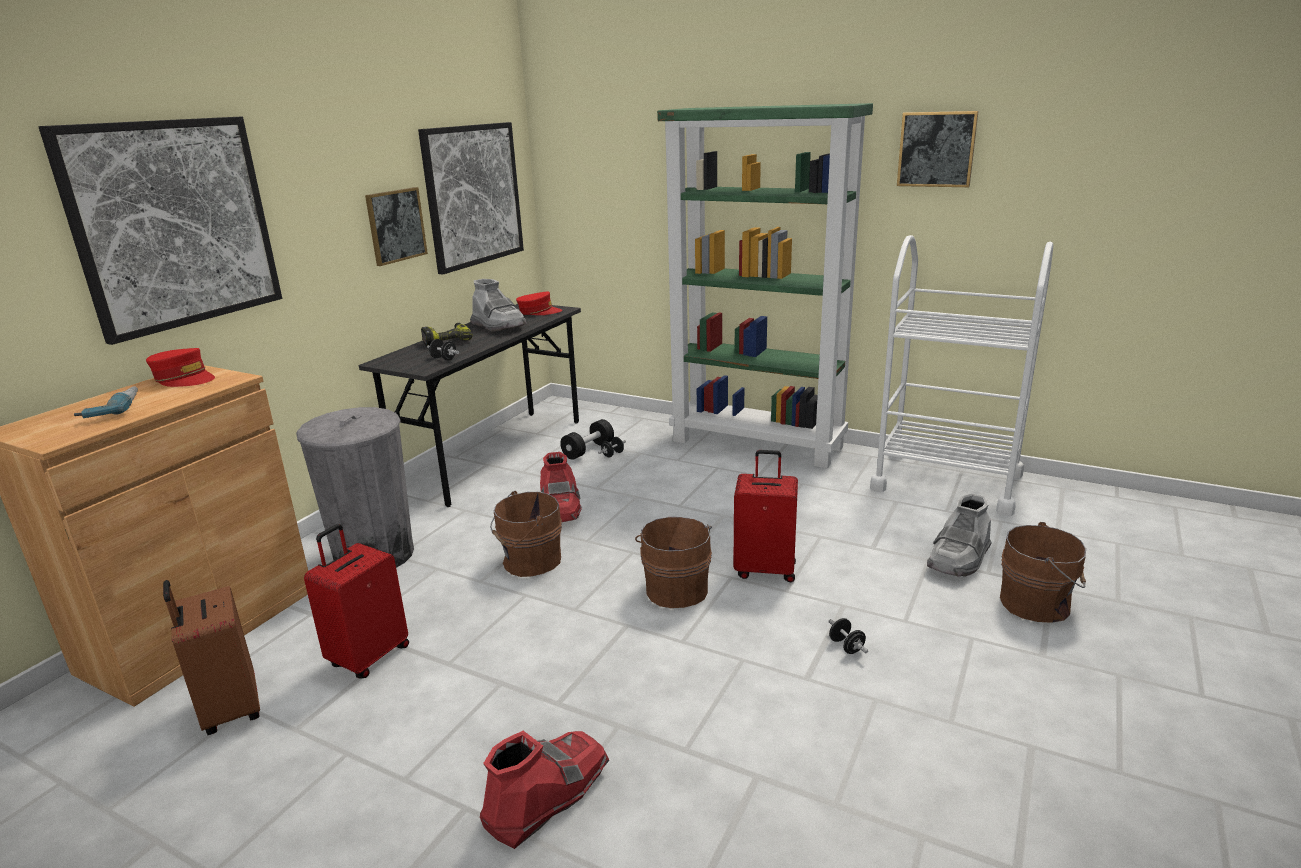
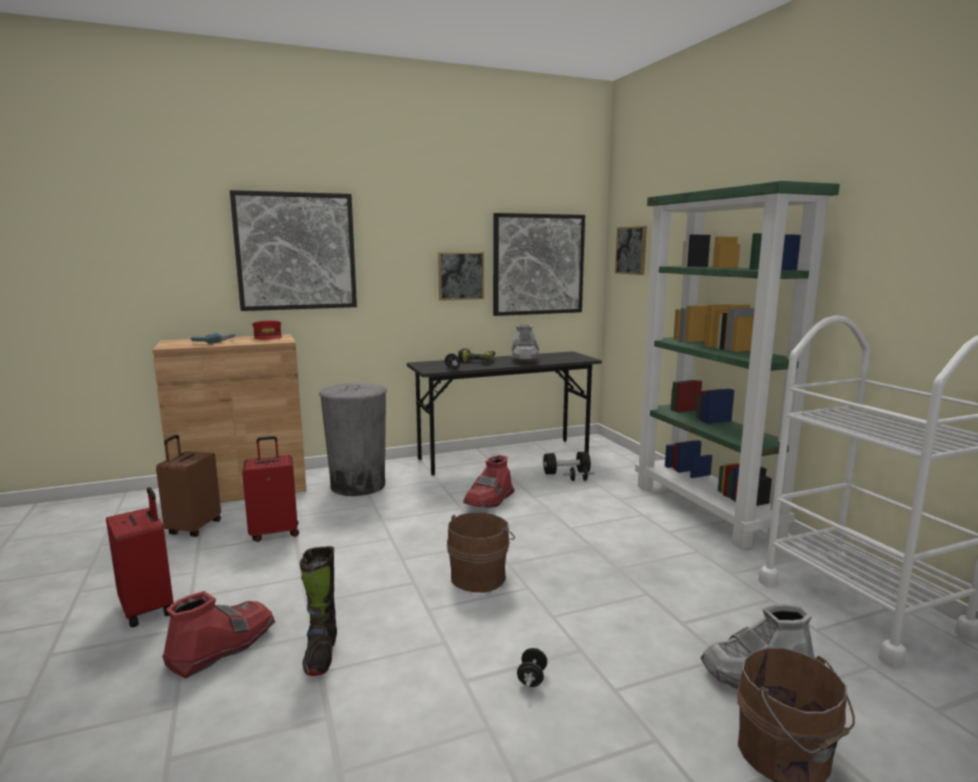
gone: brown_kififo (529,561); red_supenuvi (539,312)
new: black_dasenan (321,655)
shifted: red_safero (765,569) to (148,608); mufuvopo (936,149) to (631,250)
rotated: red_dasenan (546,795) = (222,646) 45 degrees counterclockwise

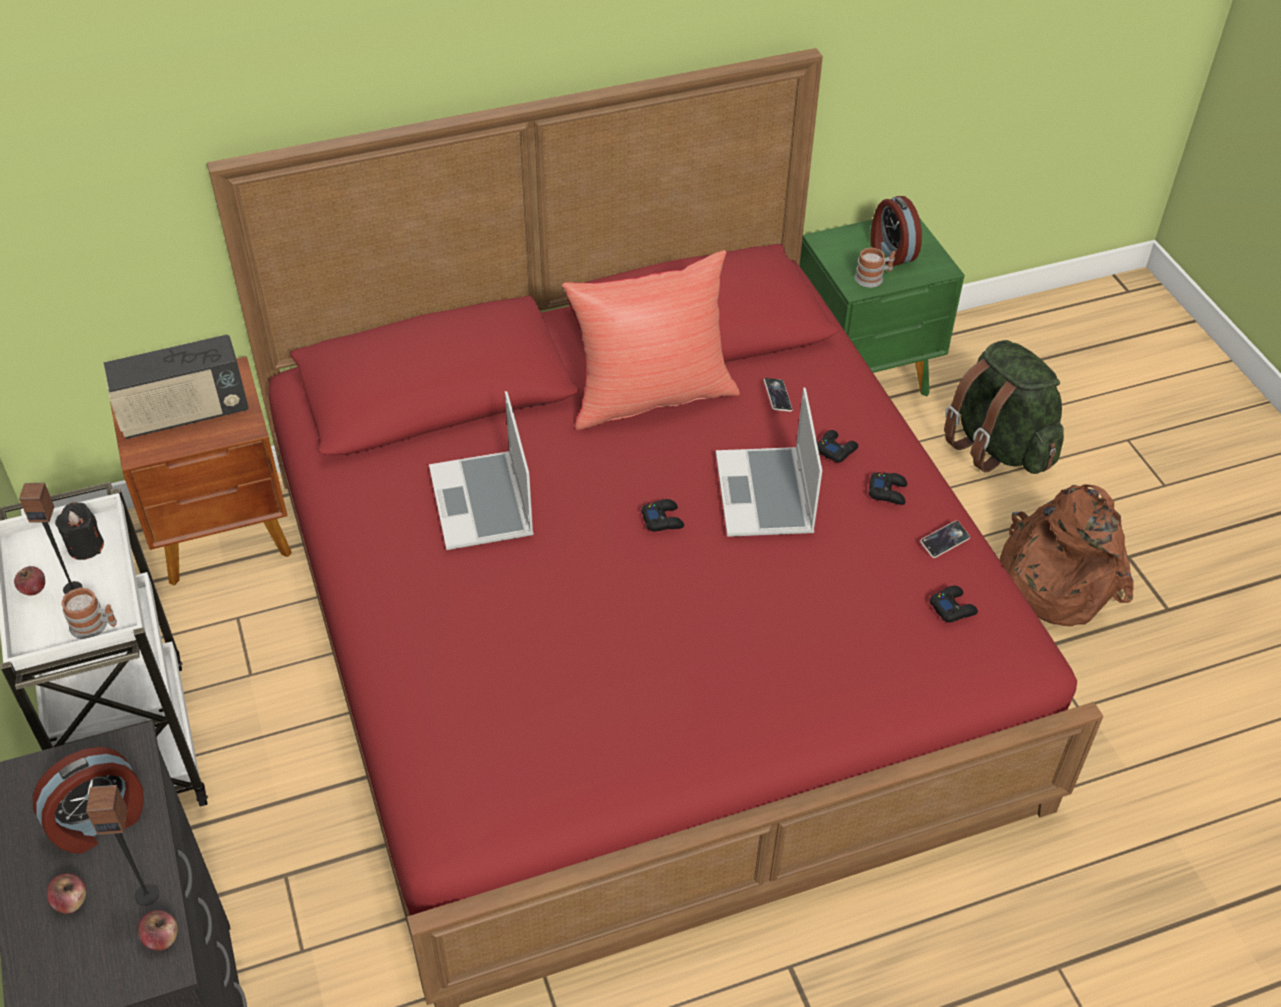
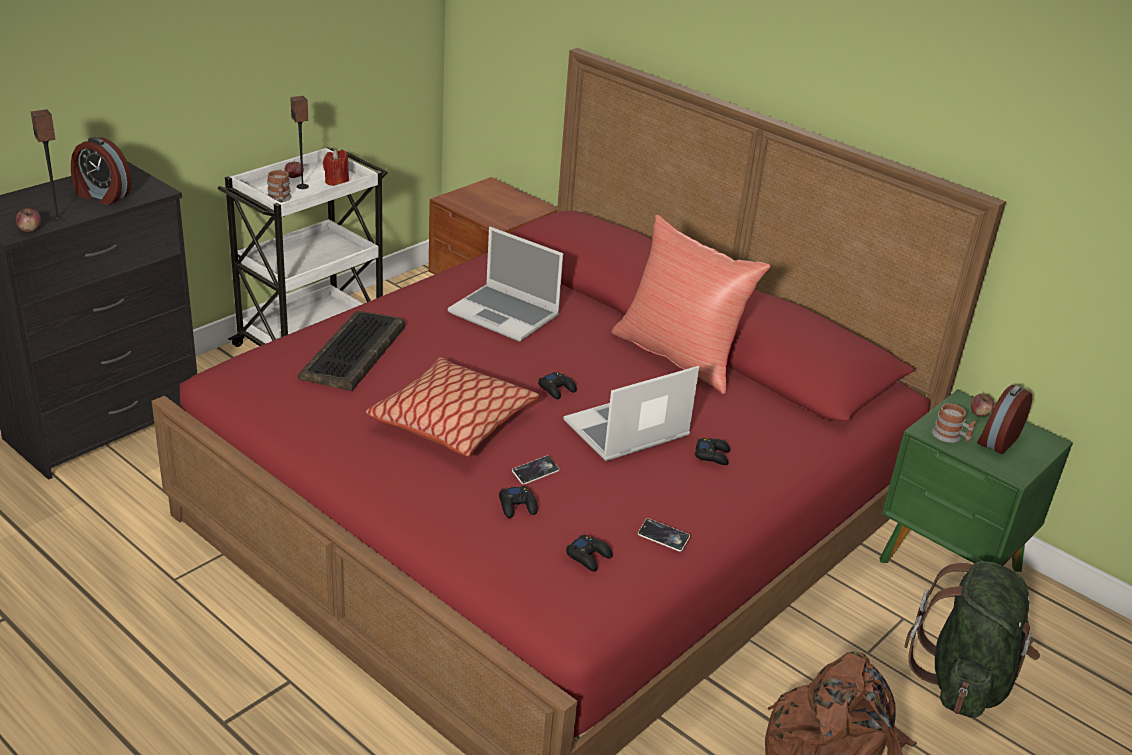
gone: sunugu (184,415)
new: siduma (354,353); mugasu (453,421)
shifted: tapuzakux (71,901) to (979,413); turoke (777,397) to (535,472); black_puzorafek (888,492) to (517,506)
repainted: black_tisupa (85,546) to red_tisupa (336,181)
rotated: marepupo (483,504) = (506,315) 105 degrees counterclockwise

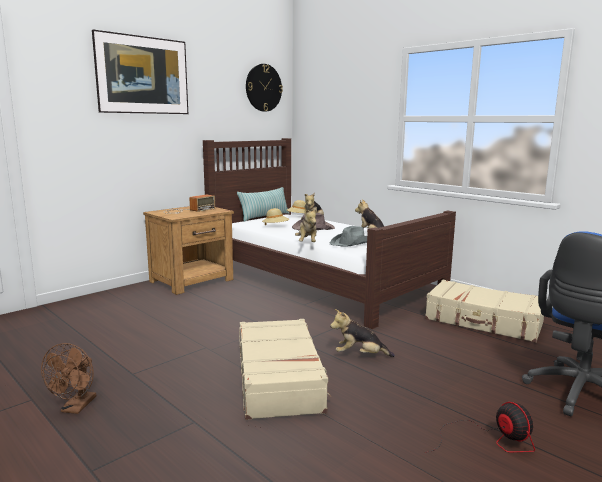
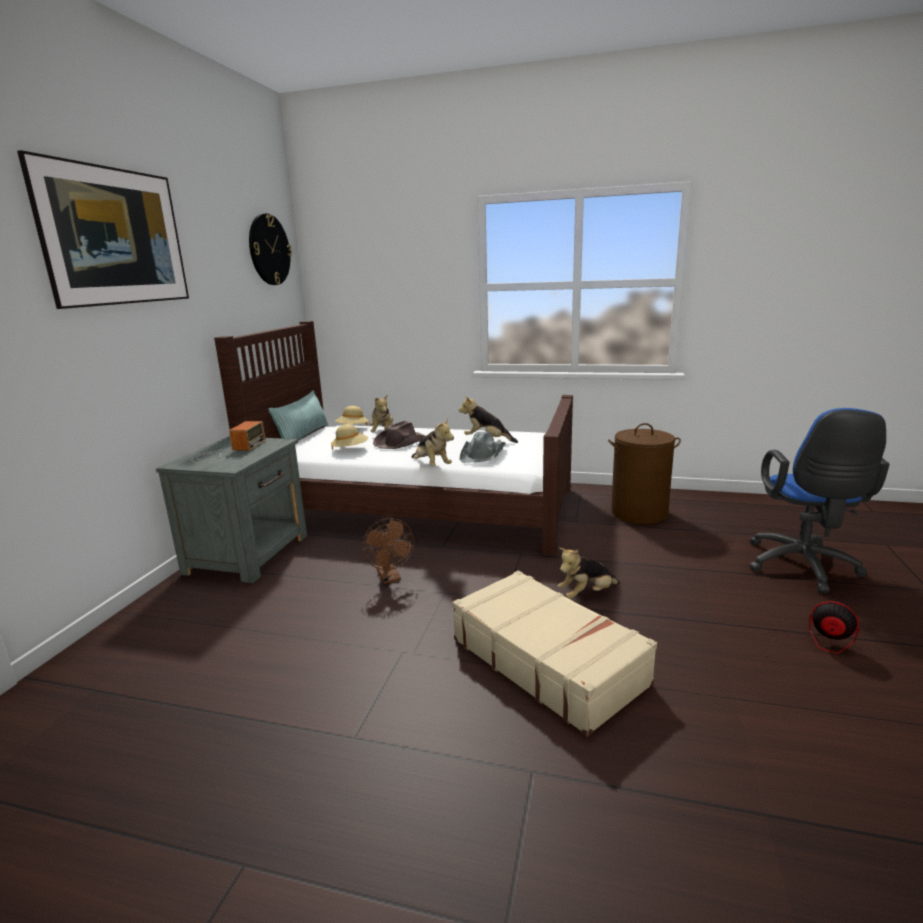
shifted: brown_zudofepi (76,408) to (390,578)
swapped: beige_safero (483,321) to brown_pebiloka (639,513)
repainted: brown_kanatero (193,281) to grey_kanatero (250,553)

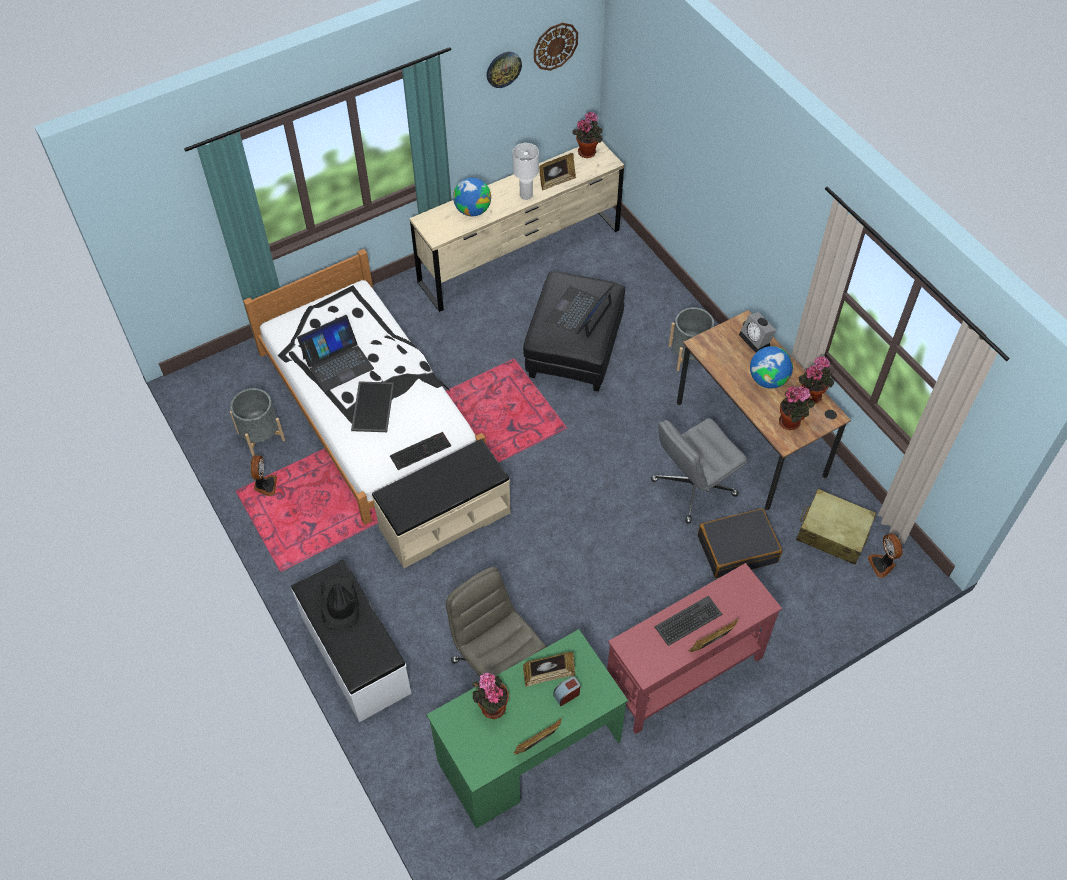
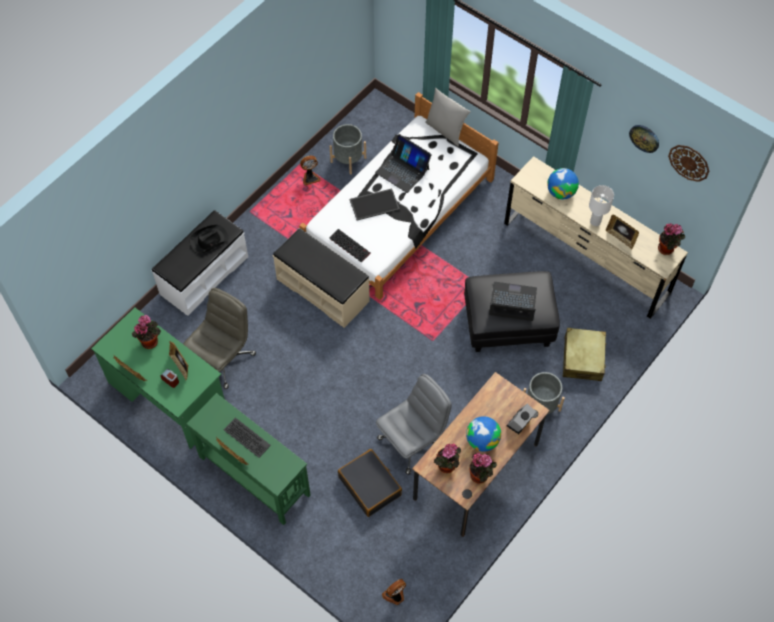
new: grey_mugasu (446,130)
shifted: beige_safero (833,533) to (583,358)
repainted: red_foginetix (683,673) to green_foginetix (254,475)
rotated: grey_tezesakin (693,488) = (412,441) 105 degrees clockwise

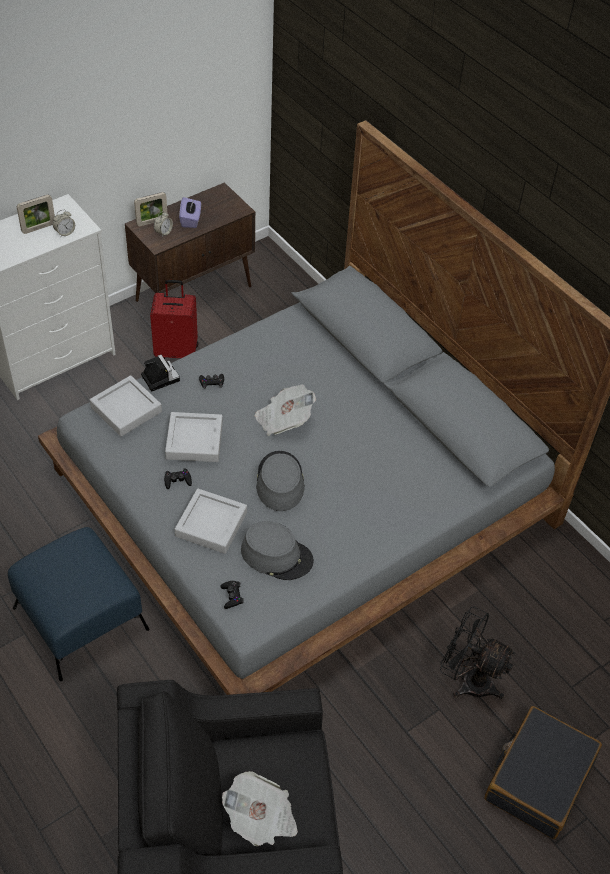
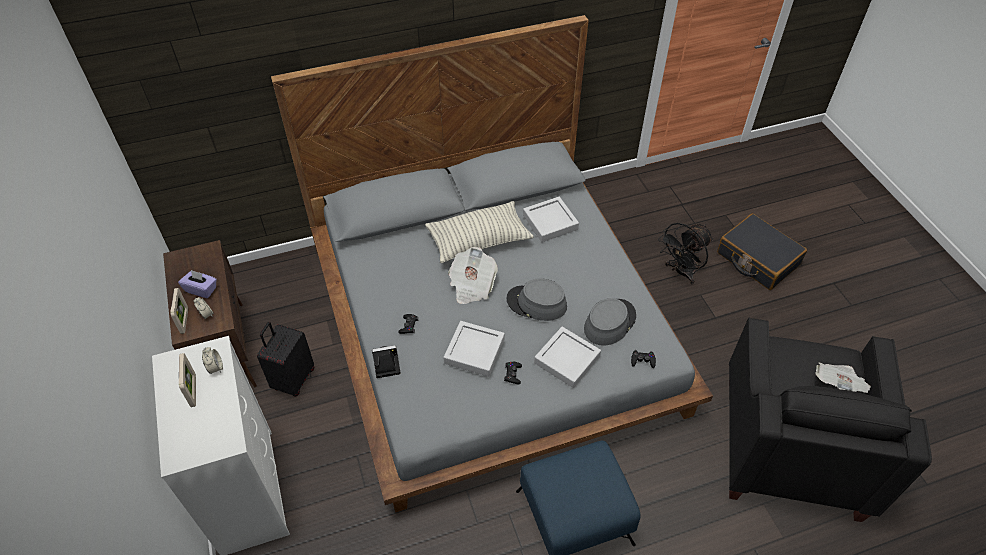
new: mugasu (479,240)
shifted: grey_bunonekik (126,409) to (550,222)
repainted: red_safero (177,351) to black_safero (293,379)

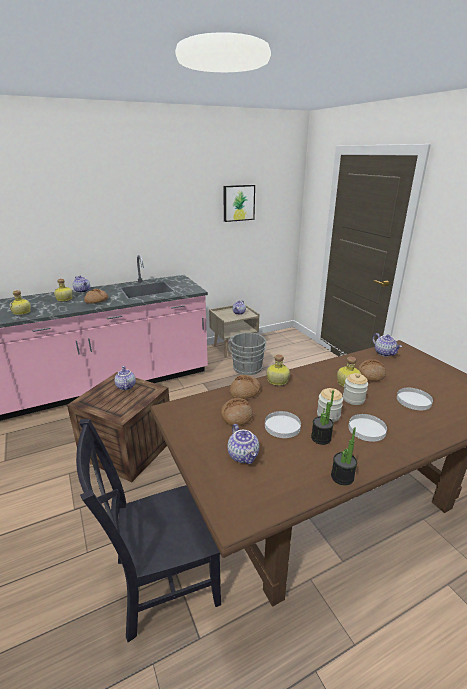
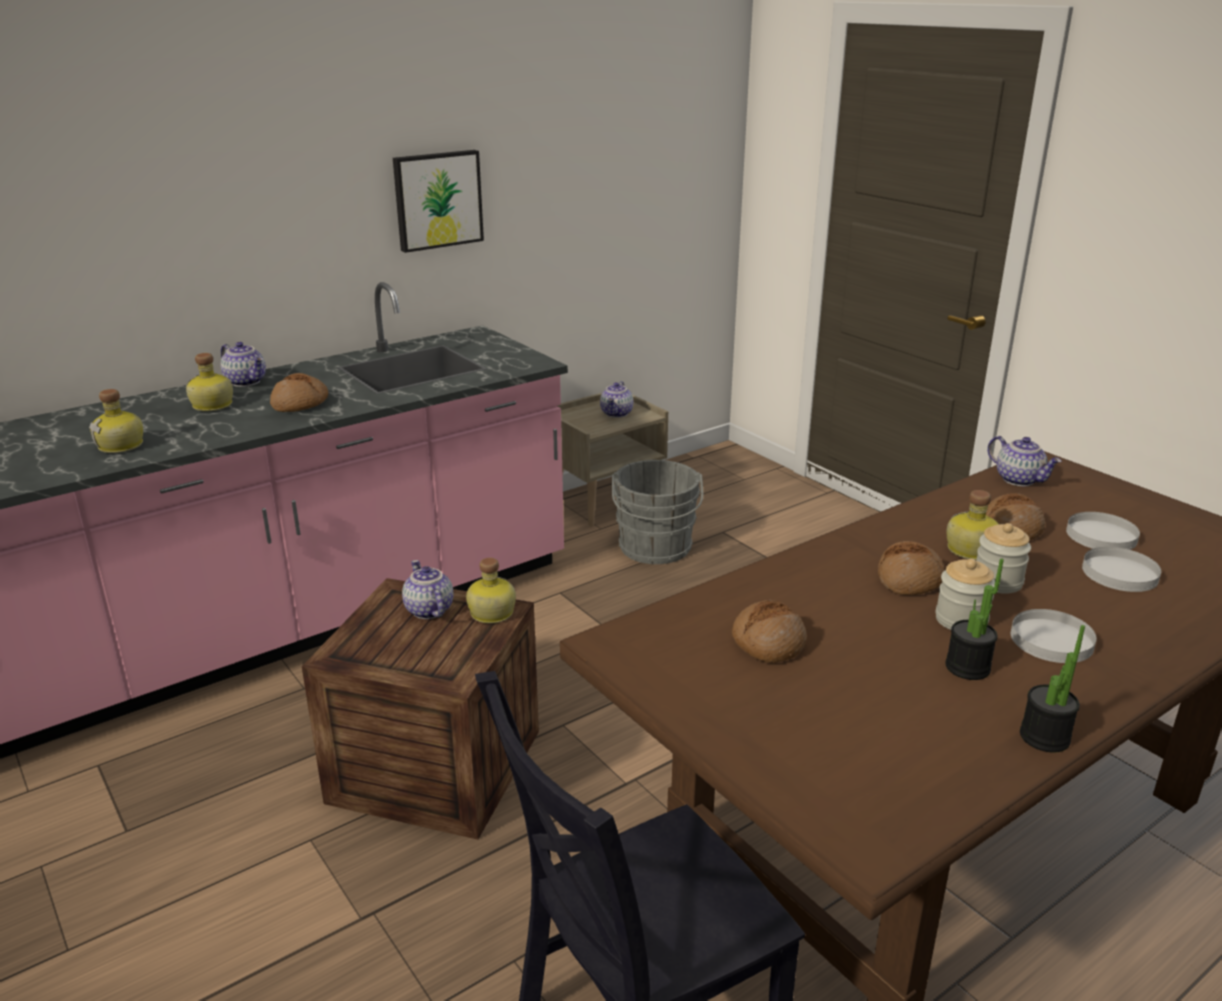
gone: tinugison (244,456)
shifted: mufuvopo (238,203) to (437,200); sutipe (245,391) to (909,579); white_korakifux (282,426) to (1100,535); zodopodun (277,380) to (490,613)

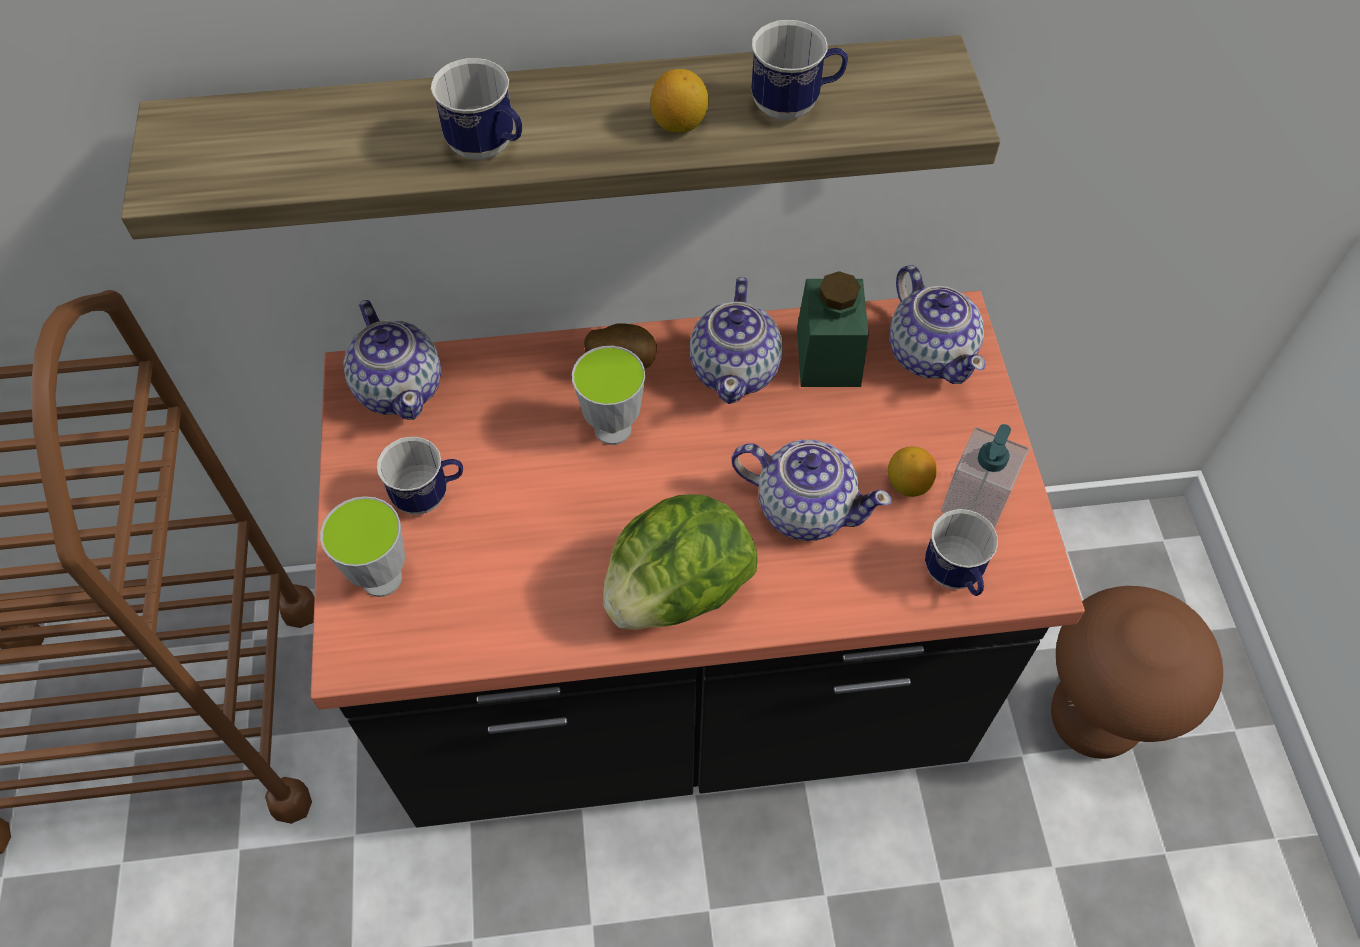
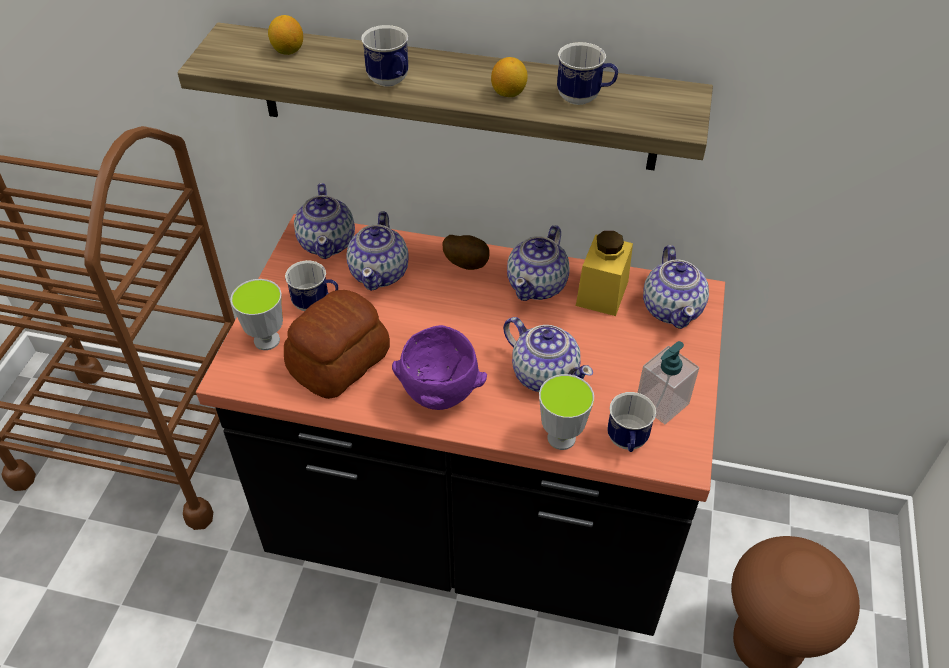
new: sutipe (341,362); tinugison (380,273)
shifted: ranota (613,429) to (561,438); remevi (908,484) to (288,50)
swapped: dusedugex (677,591) to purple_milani (440,398)
repainted: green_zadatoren (828,356) to yellow_zadatoren (602,293)

